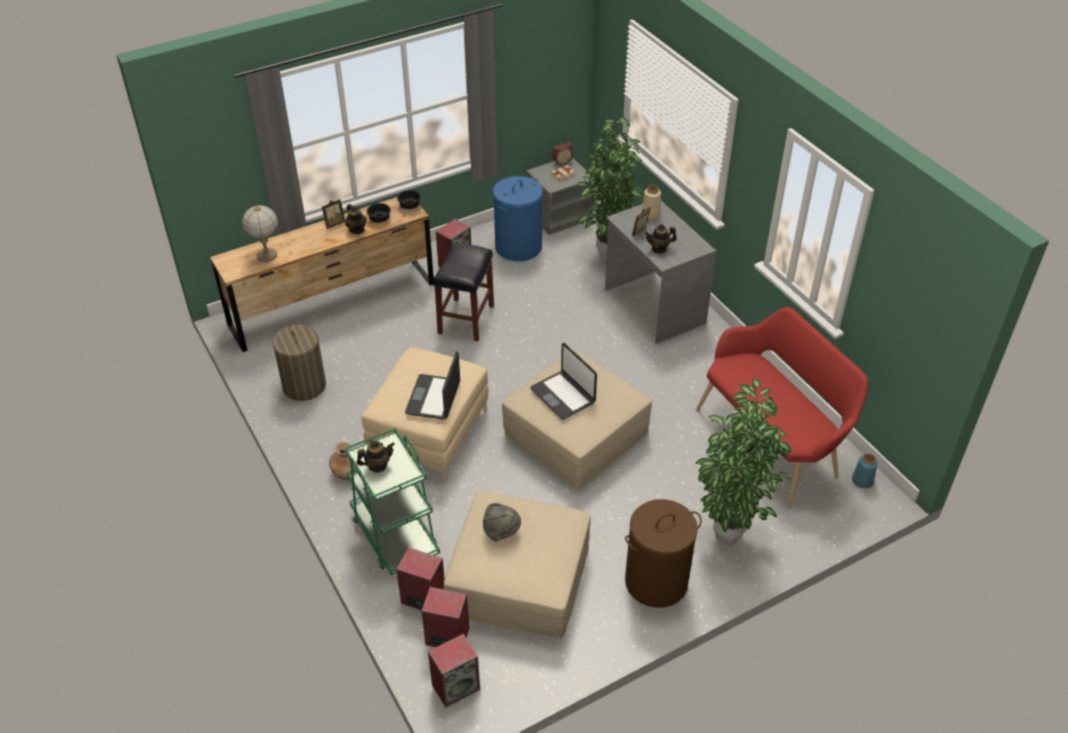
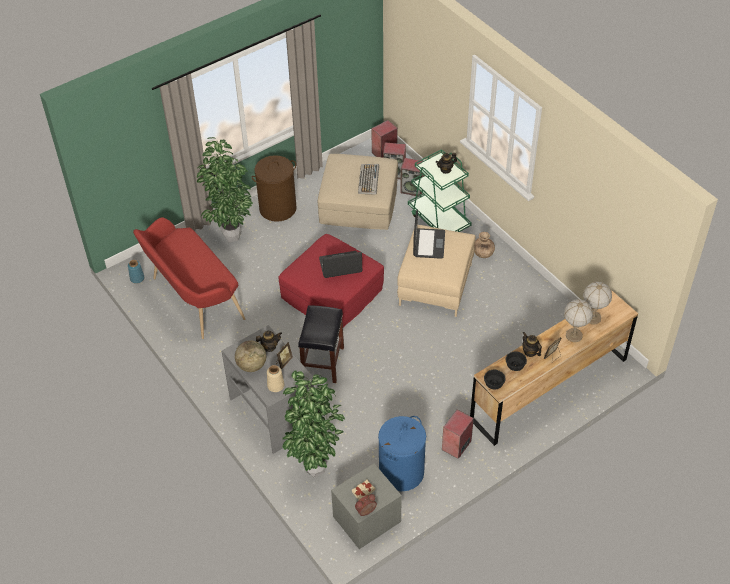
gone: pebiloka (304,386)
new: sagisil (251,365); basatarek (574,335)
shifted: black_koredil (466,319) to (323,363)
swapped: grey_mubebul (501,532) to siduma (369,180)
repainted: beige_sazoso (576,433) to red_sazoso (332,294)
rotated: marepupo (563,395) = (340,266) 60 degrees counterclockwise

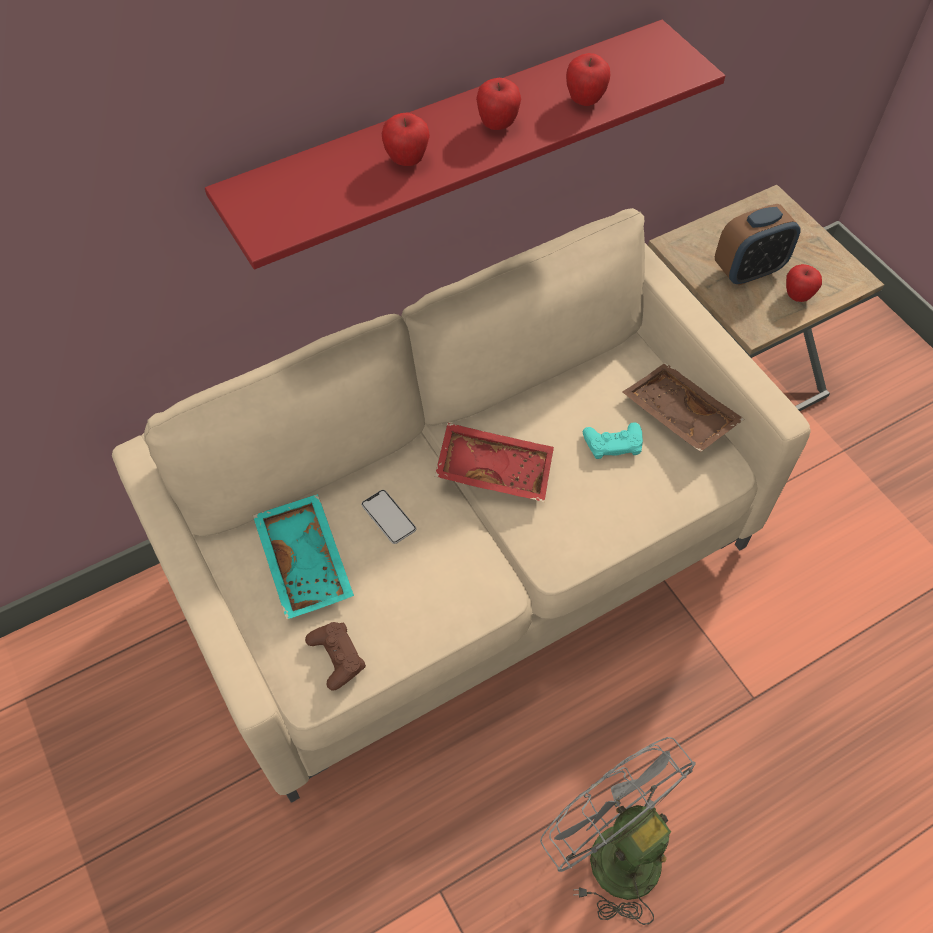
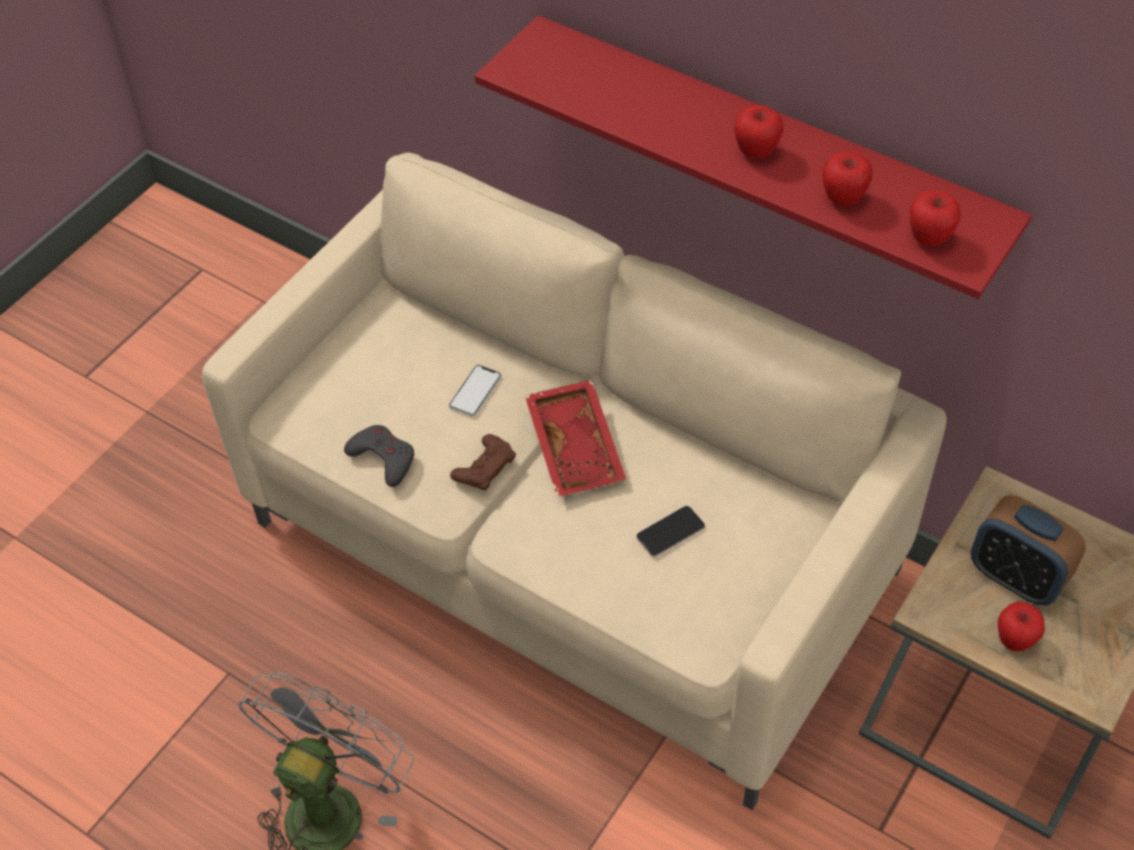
gone: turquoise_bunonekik (307,562); brown_bunonekik (677,416)
new: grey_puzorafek (383,458)
shifted: brown_puzorafek (336,657) to (484,467); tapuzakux (406,160) to (928,238)
swapped: turquoise_puzorafek (613,443) to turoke (670,532)

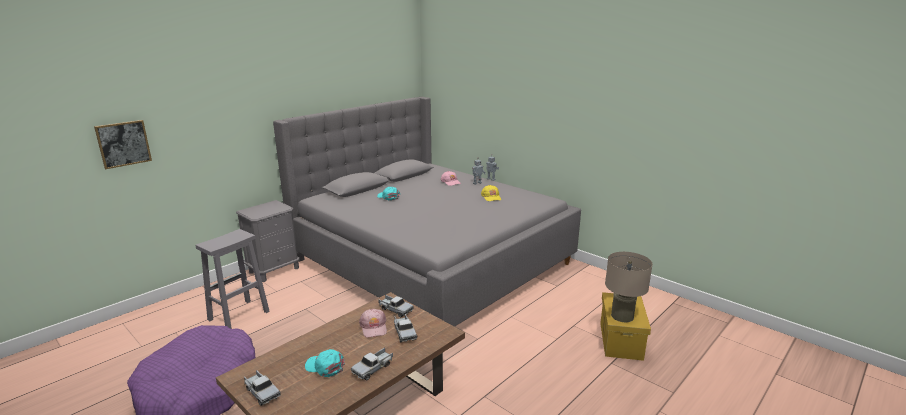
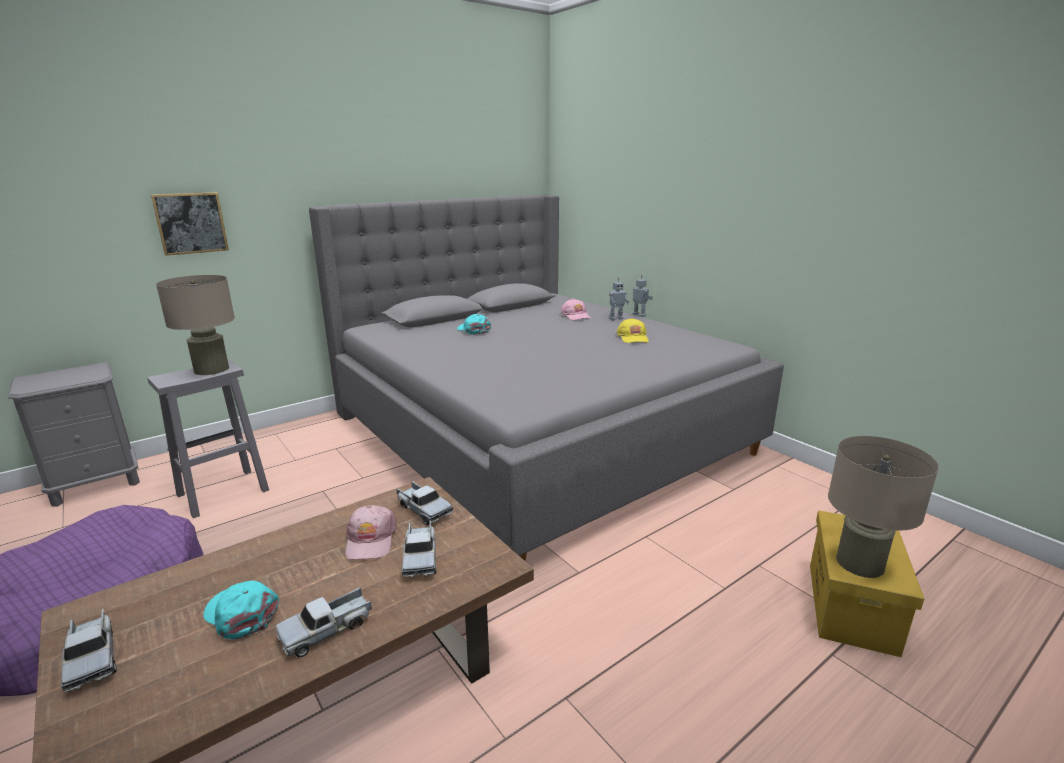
new: beige_basatarek (211,369)
shifted: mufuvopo (123,144) to (191,223); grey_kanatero (274,270) to (97,484)

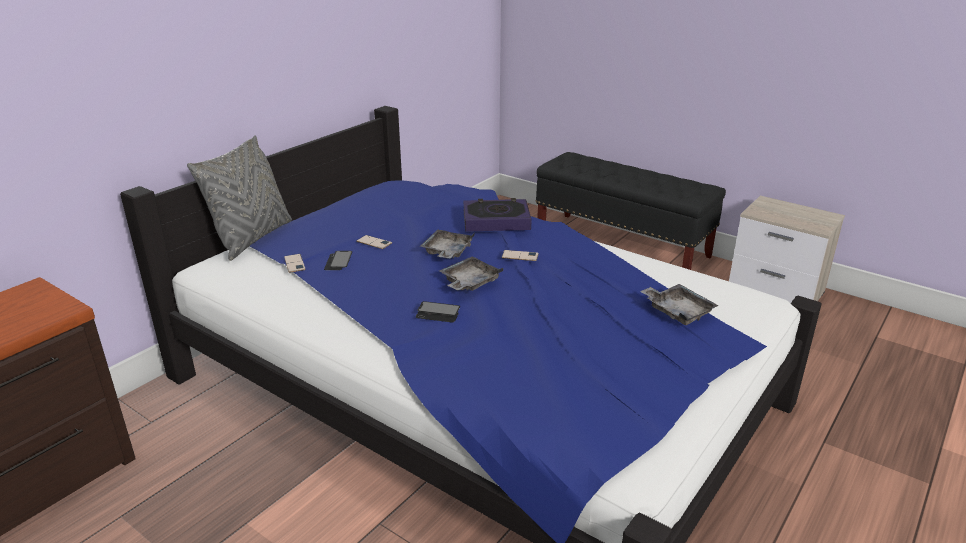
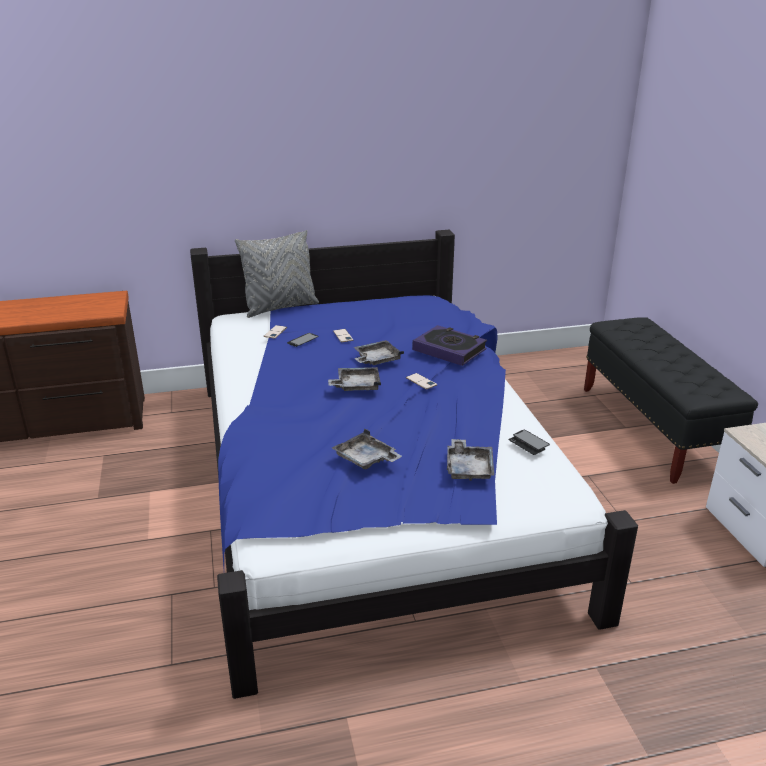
new: grey_bunonekik (366,459)
shifted: turoke (438,313) to (528,443)

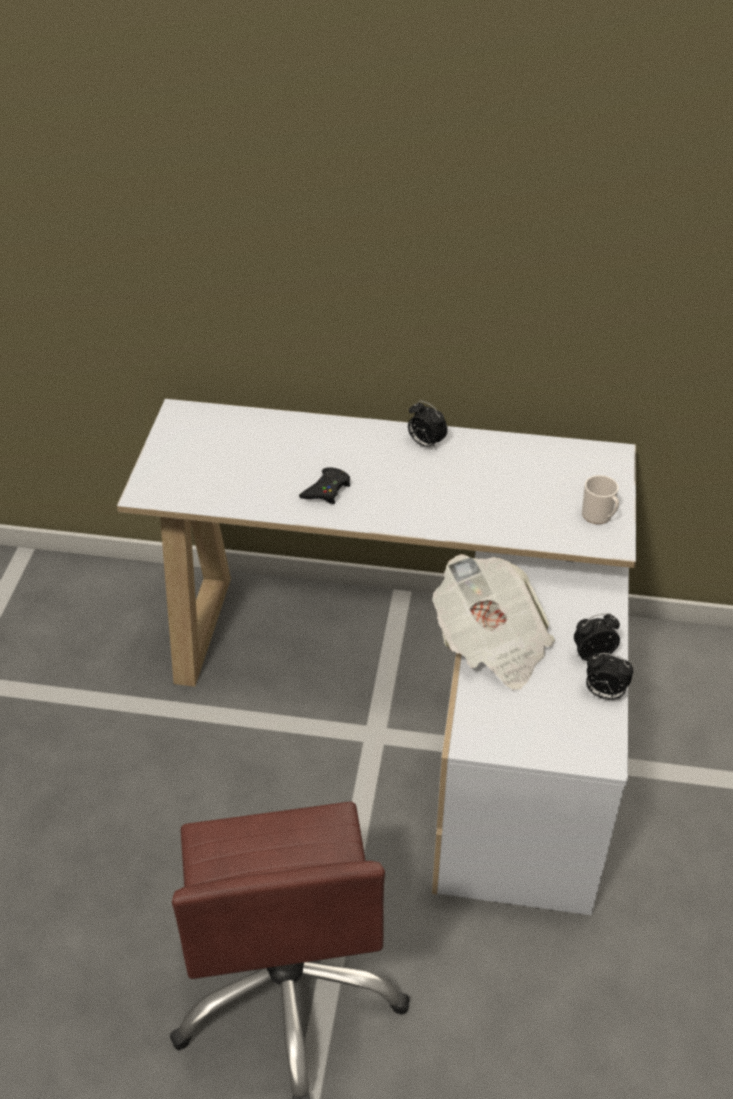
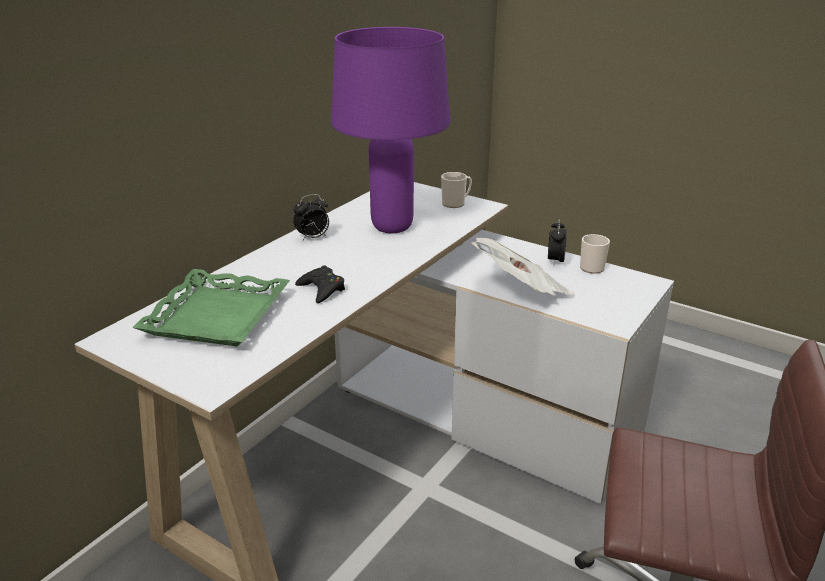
new: green_bunonekik (218,316); purple_basatarek (393,227)
swapped: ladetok (604,693) to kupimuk (593,267)

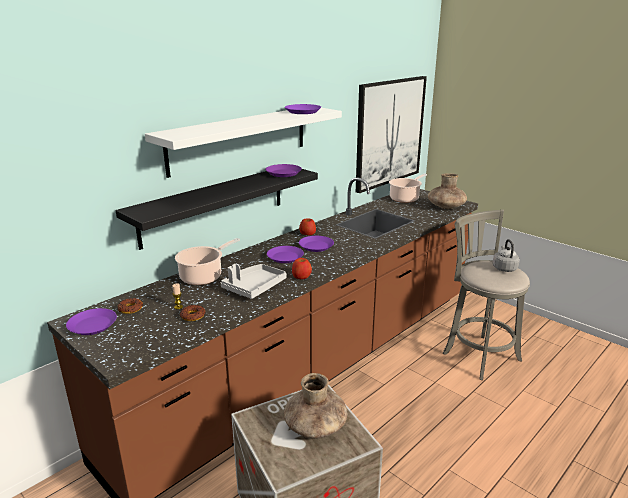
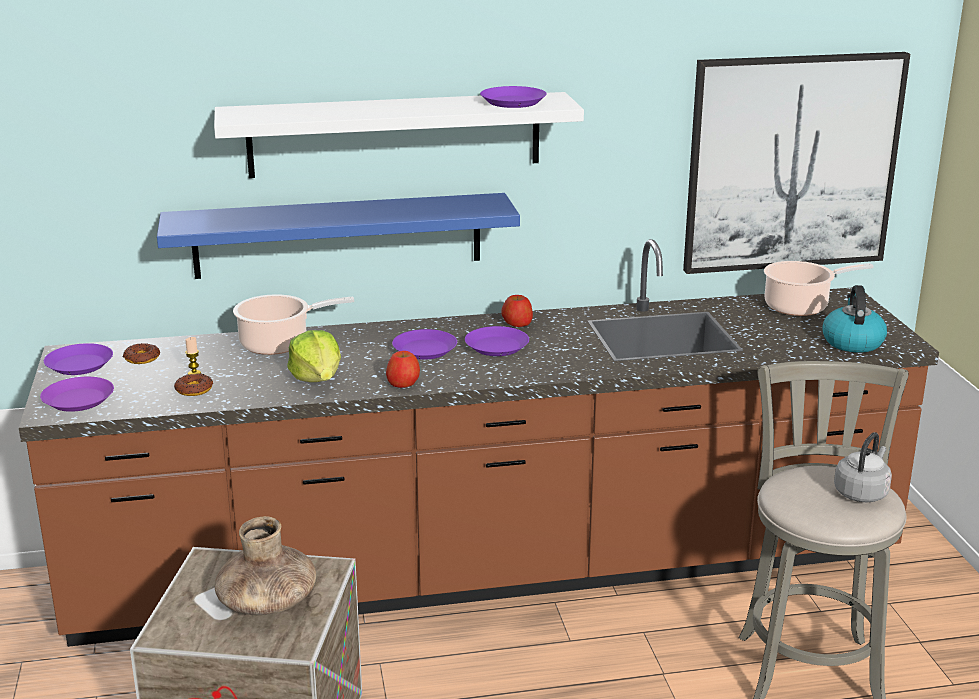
shifted: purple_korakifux (283,173) to (78,400)
swapped: grey_bunonekik (254,287) to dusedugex (317,378); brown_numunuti (446,207) to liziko (852,342)
repainted: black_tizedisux (214,205) to blue_tizedisux (338,235)

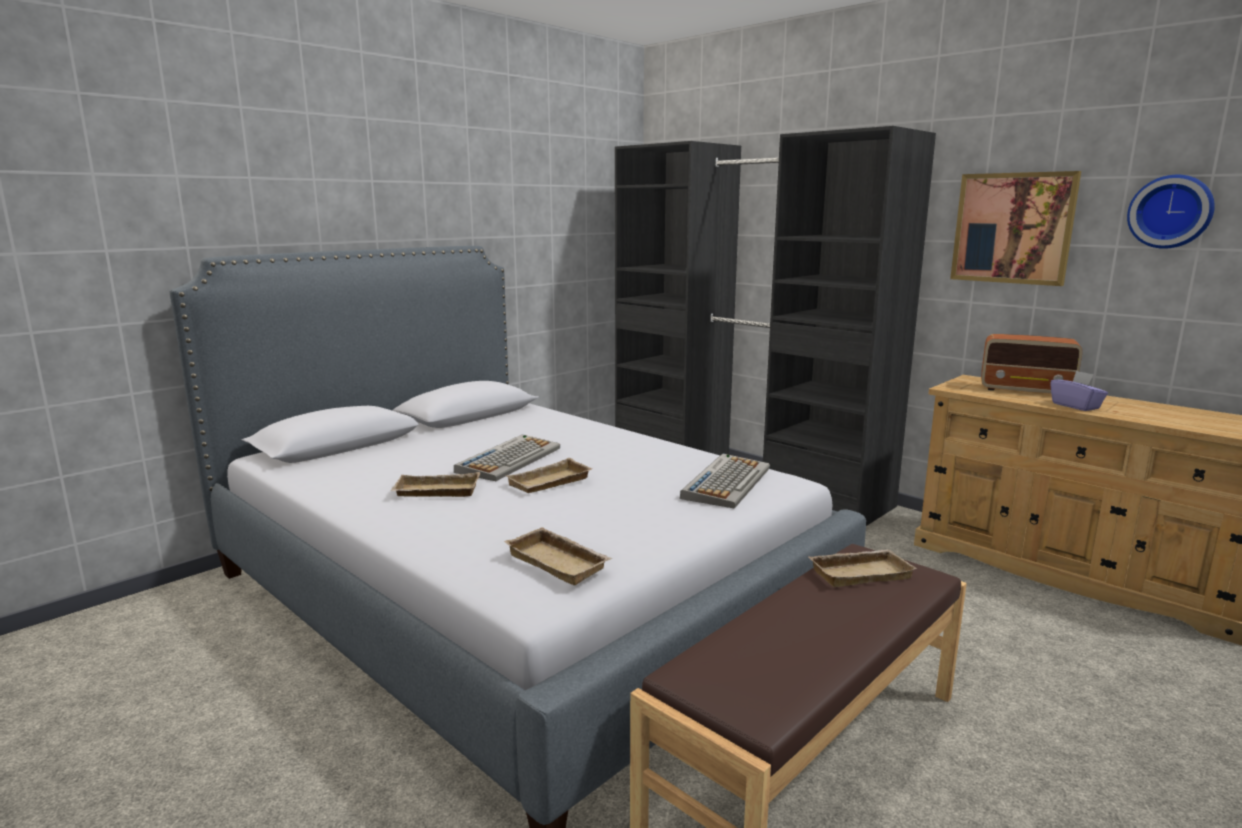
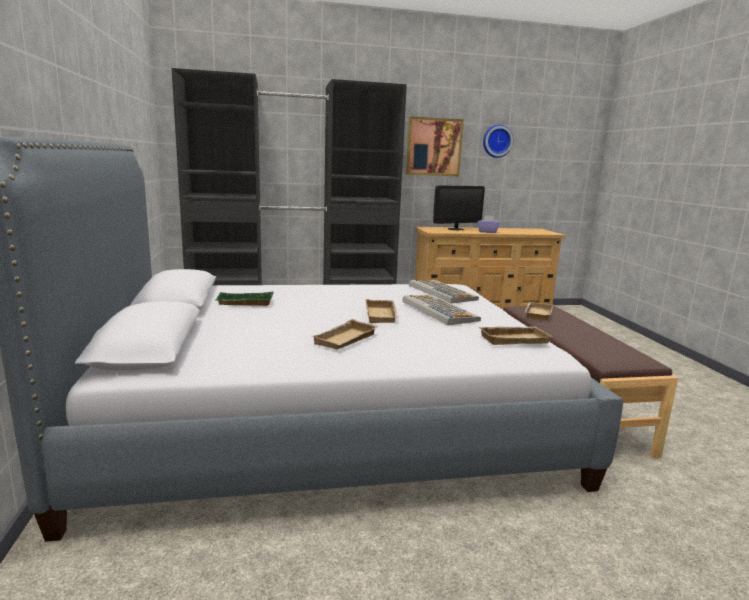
new: green_bunonekik (244,303)
shifted: siduma (509,459) to (438,310)
swapped: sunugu (1026,390) to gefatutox (456,229)

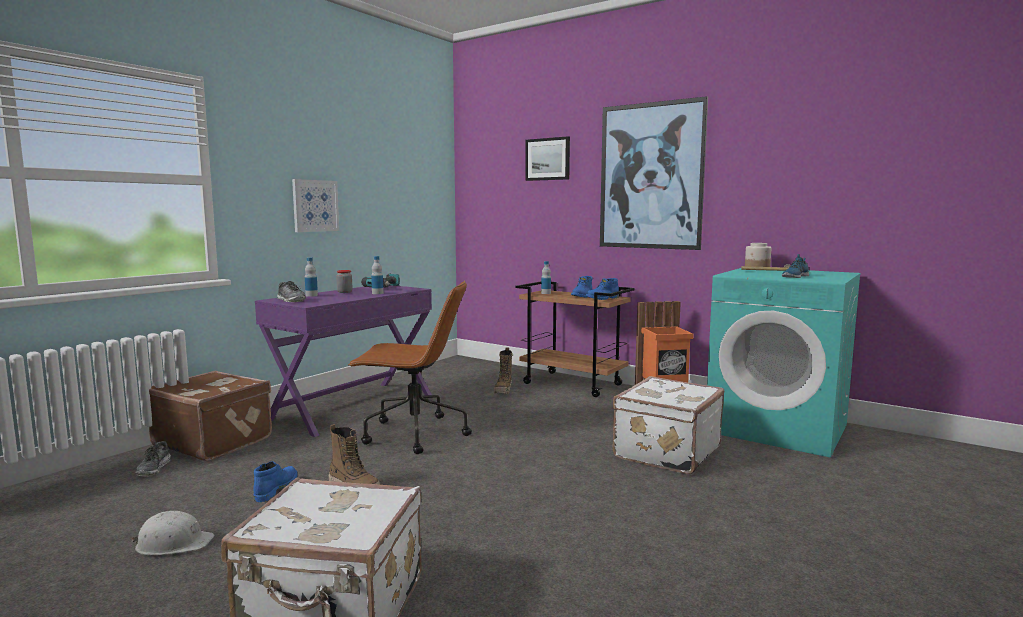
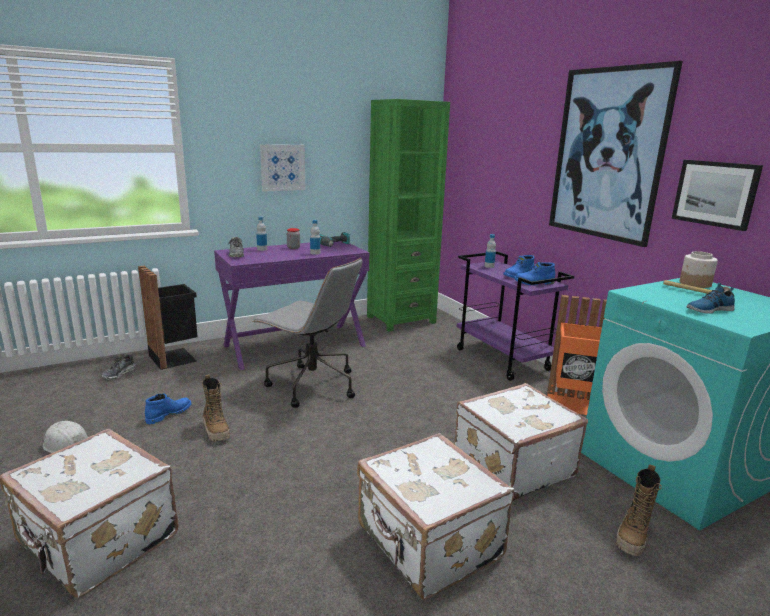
new: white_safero (427,543); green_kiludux (401,319)
shifted: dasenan (503,390) to (633,537); mufuvopo (548,159) to (715,193)
swapped: brown_safero (214,441) to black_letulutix (175,357)
repainted: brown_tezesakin (413,434) to grey_tezesakin (311,385); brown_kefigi (573,384) to purple_kefigi (503,360)

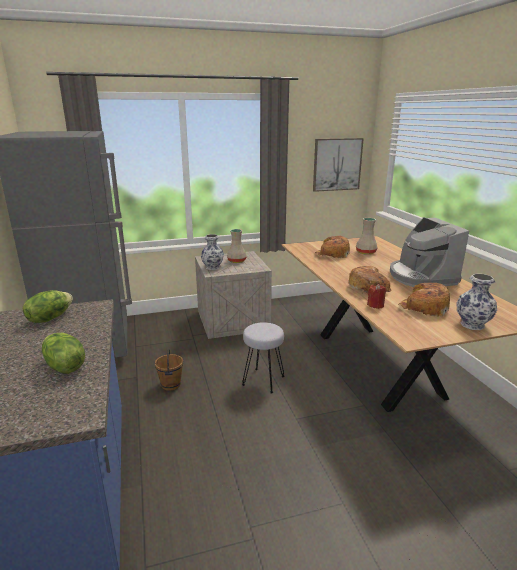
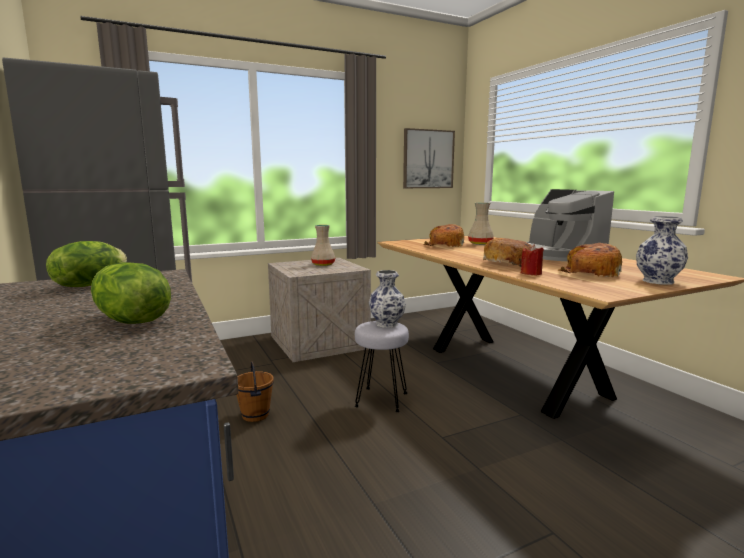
shifted: numunuti (212,267) to (386,324)

